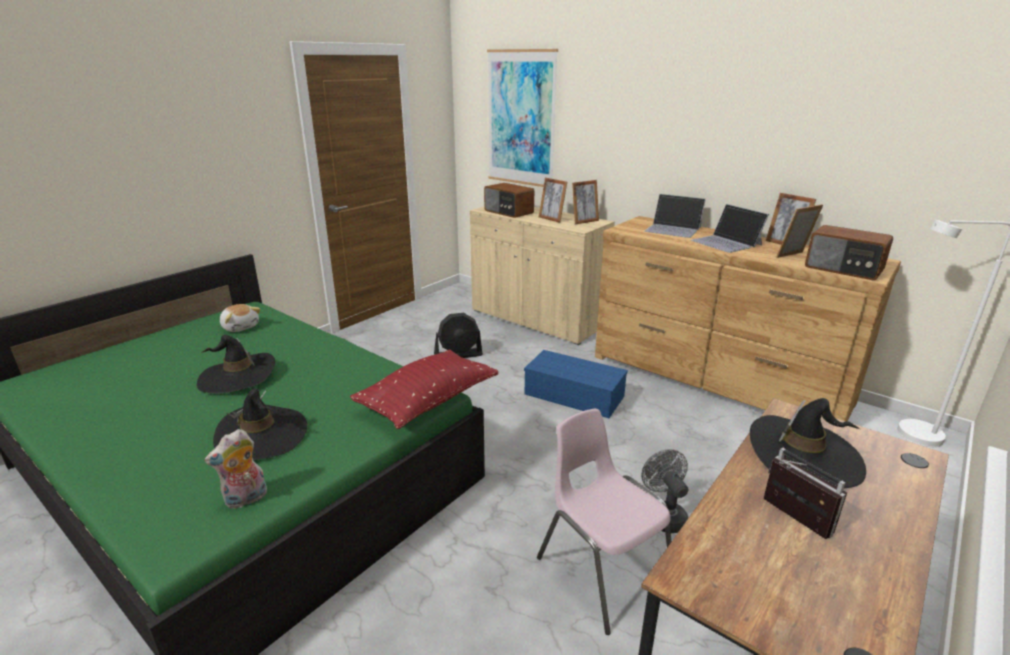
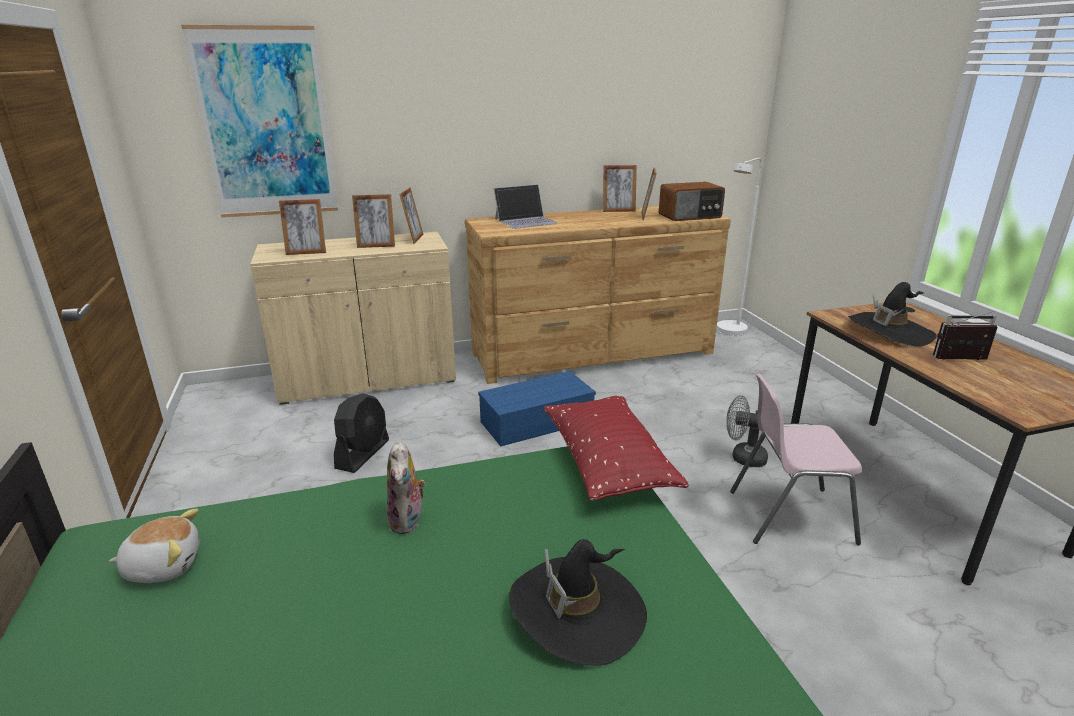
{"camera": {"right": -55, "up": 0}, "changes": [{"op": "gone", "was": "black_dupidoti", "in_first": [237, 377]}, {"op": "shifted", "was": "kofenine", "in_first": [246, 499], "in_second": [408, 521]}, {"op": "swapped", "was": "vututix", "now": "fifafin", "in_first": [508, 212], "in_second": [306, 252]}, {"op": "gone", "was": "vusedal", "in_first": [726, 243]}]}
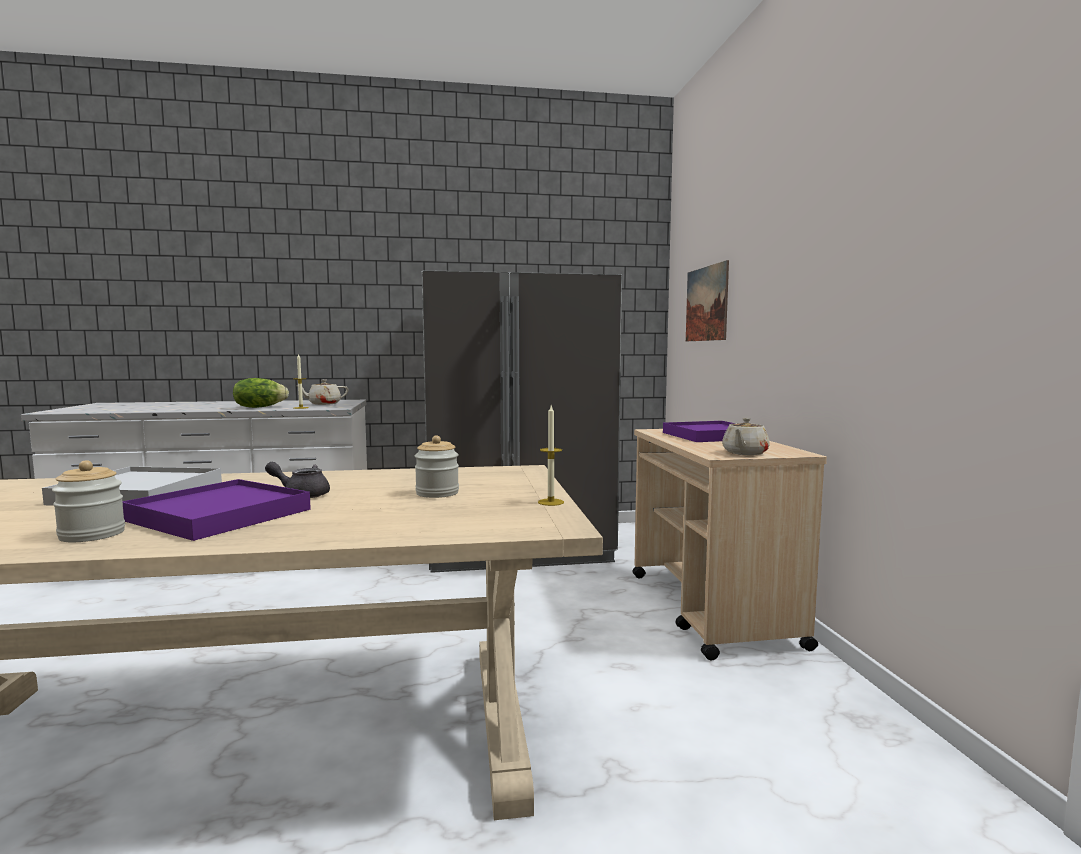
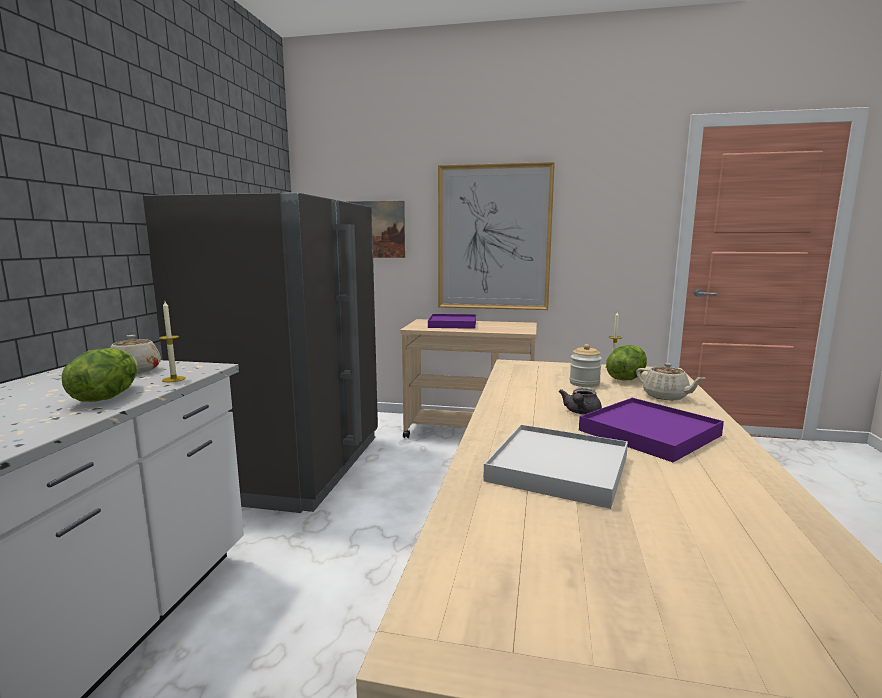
{"camera": {"right": -70, "up": 5}, "changes": [{"op": "gone", "was": "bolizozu", "in_first": [92, 535]}, {"op": "shifted", "was": "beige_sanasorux", "in_first": [744, 453], "in_second": [666, 396]}, {"op": "new", "now": "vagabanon", "in_second": [493, 238]}, {"op": "new", "now": "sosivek", "in_second": [625, 378]}]}
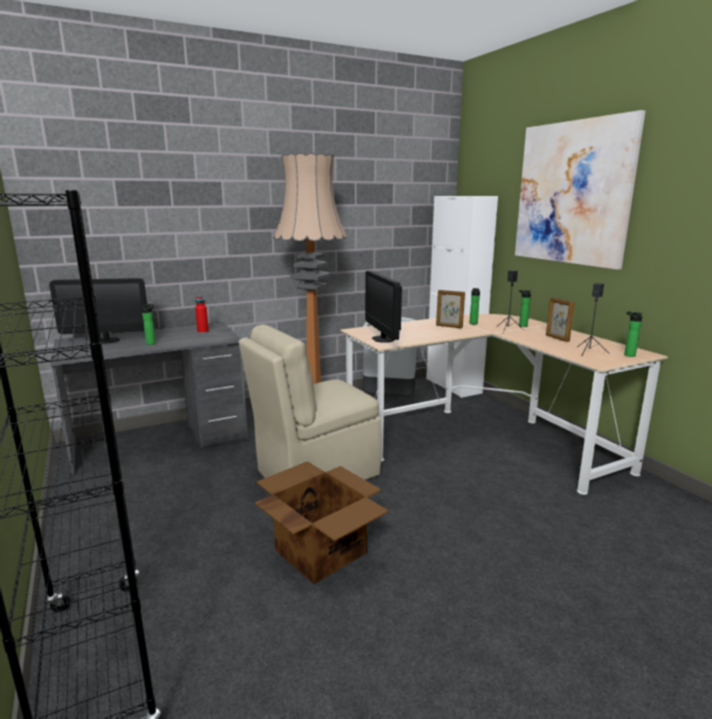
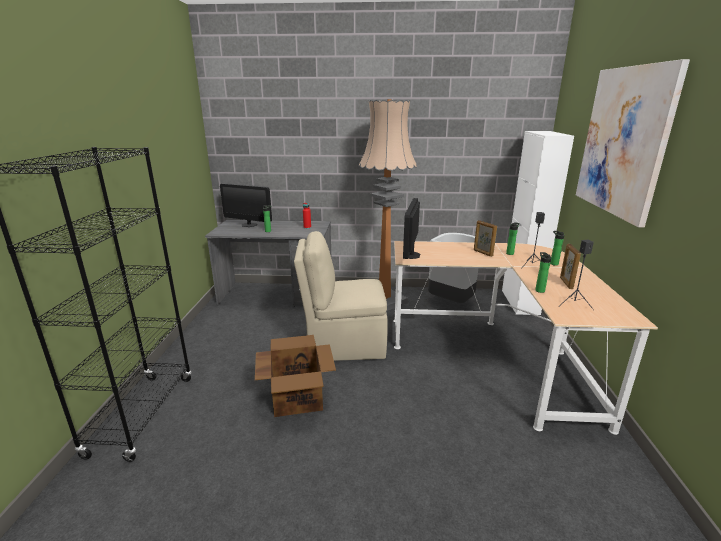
{"camera": {"right": 30, "up": 5}, "changes": [{"op": "shifted", "was": "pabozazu", "in_first": [628, 355], "in_second": [539, 290]}]}
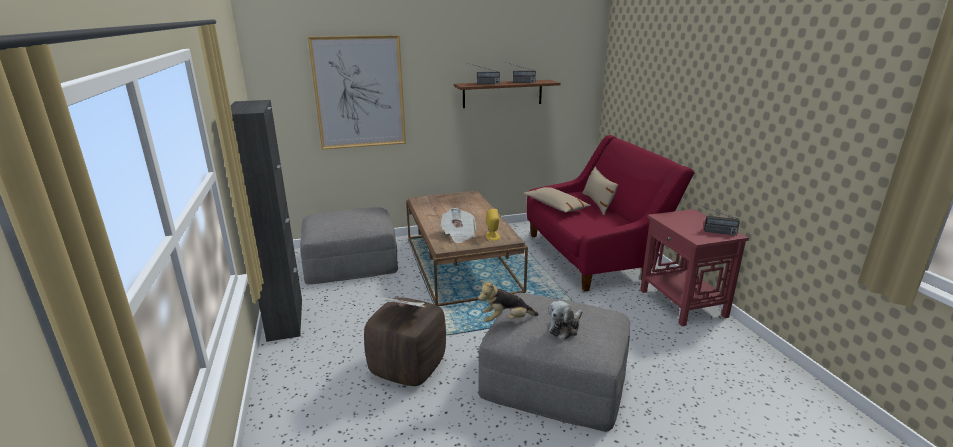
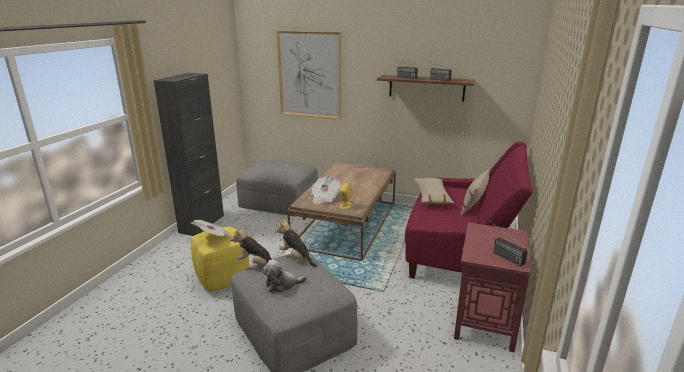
{"camera": {"right": 35, "up": 0}, "changes": [{"op": "repainted", "was": "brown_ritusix", "now": "yellow_ritusix", "in_first": [409, 368], "in_second": [223, 279]}, {"op": "new", "now": "kofenine", "in_second": [296, 257]}]}
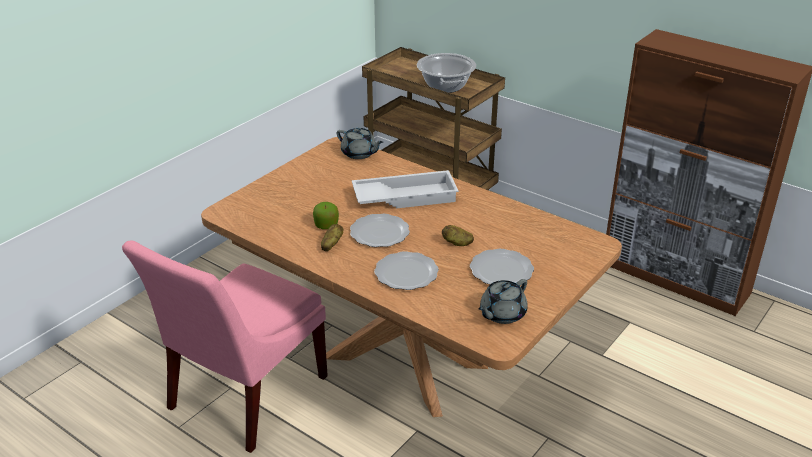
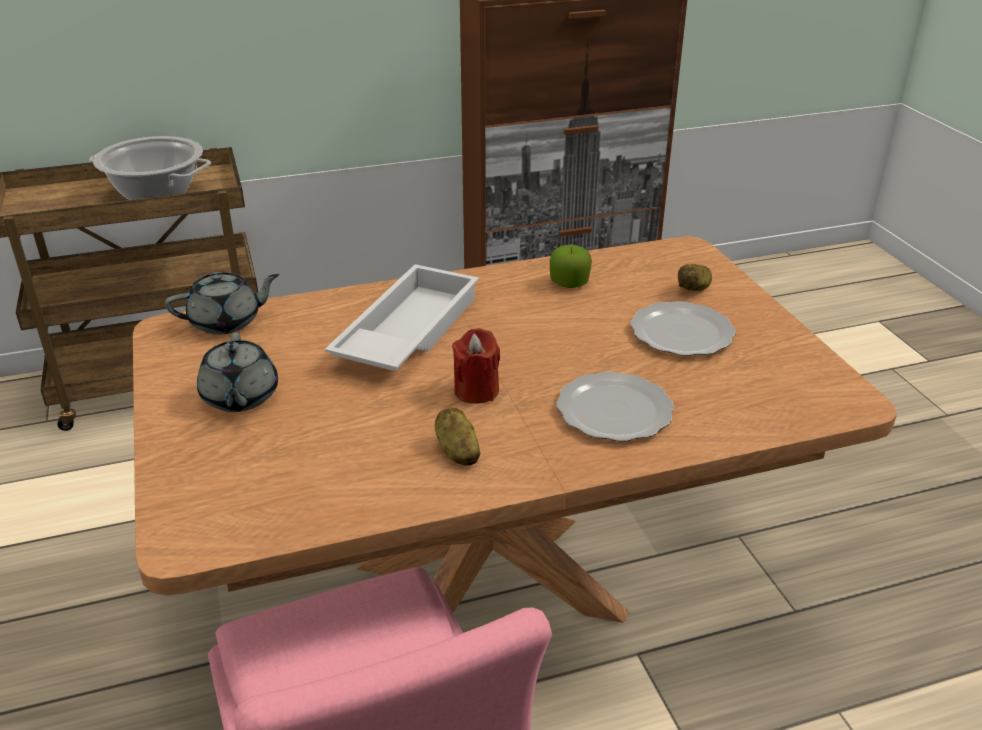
{"camera": {"right": -55, "up": 0}, "changes": [{"op": "shifted", "was": "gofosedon", "in_first": [326, 225], "in_second": [569, 283]}, {"op": "swapped", "was": "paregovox", "now": "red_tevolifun", "in_first": [380, 232], "in_second": [476, 391]}, {"op": "shifted", "was": "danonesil", "in_first": [457, 243], "in_second": [694, 289]}, {"op": "shifted", "was": "grey_sanasorux", "in_first": [502, 314], "in_second": [240, 397]}]}
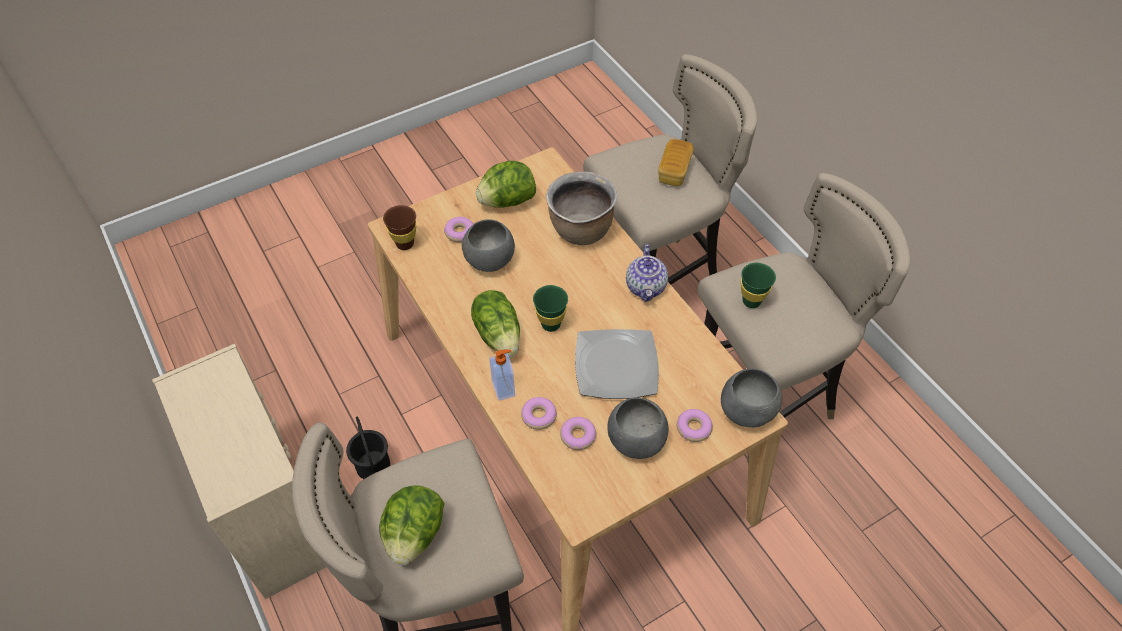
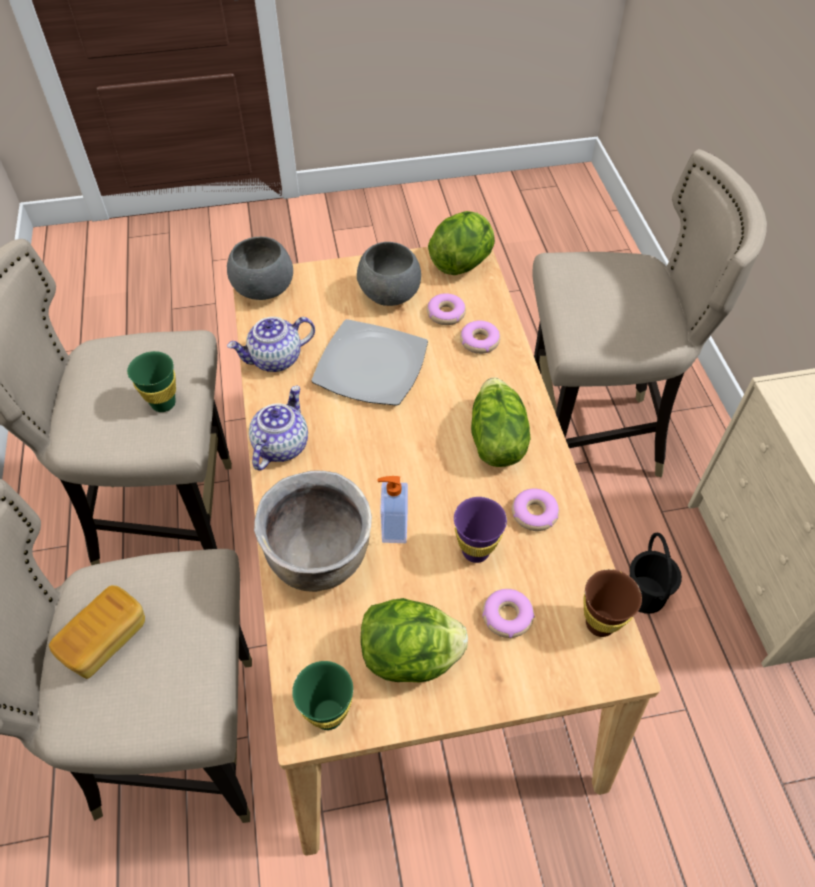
{"camera": {"right": -160, "up": 0}, "changes": [{"op": "shifted", "was": "sosivek", "in_first": [414, 534], "in_second": [462, 262]}, {"op": "swapped", "was": "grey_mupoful", "now": "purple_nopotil", "in_first": [489, 260], "in_second": [475, 551]}, {"op": "shifted", "was": "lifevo", "in_first": [504, 388], "in_second": [393, 528]}, {"op": "shifted", "was": "green_nopotil", "in_first": [551, 324], "in_second": [328, 714]}, {"op": "shifted", "was": "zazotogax", "in_first": [693, 428], "in_second": [534, 513]}, {"op": "new", "now": "sanasorux", "in_second": [275, 359]}]}
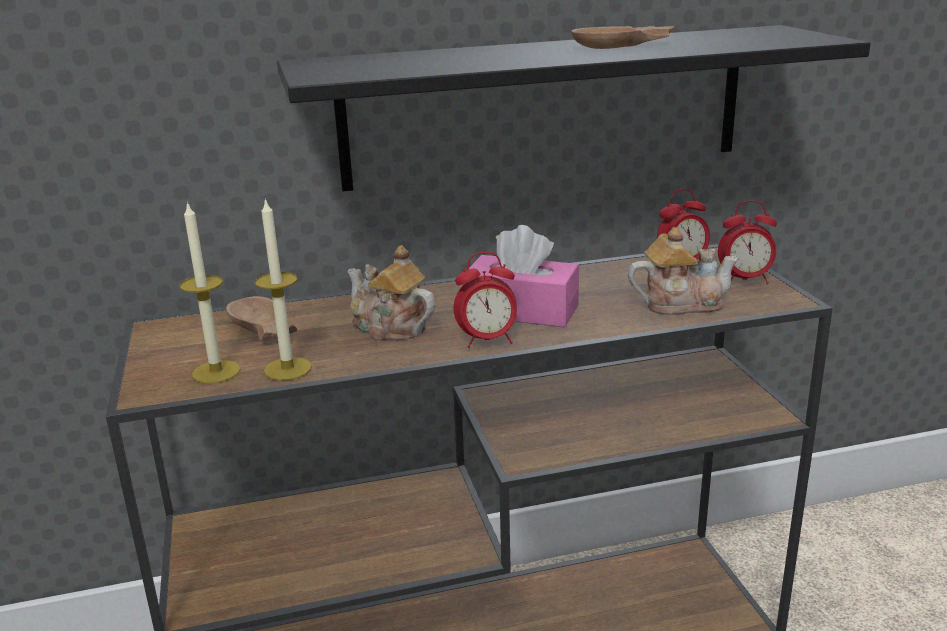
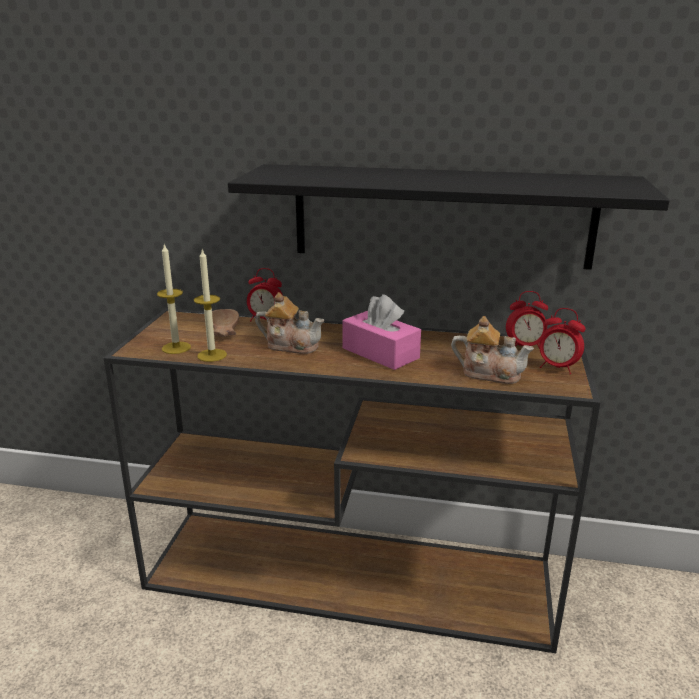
{"camera": {"right": 25, "up": 0}, "changes": [{"op": "rotated", "was": "sanasorux", "in_first": [390, 328], "in_second": [291, 345], "clockwise": 135}, {"op": "shifted", "was": "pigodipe", "in_first": [487, 341], "in_second": [265, 320]}, {"op": "gone", "was": "brown_mupoful", "in_first": [624, 46]}]}
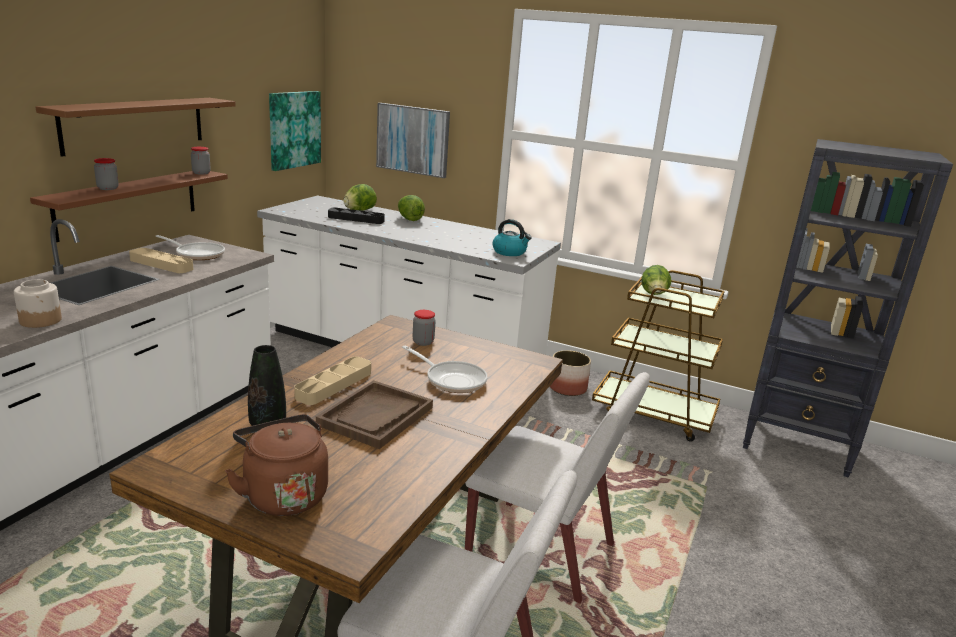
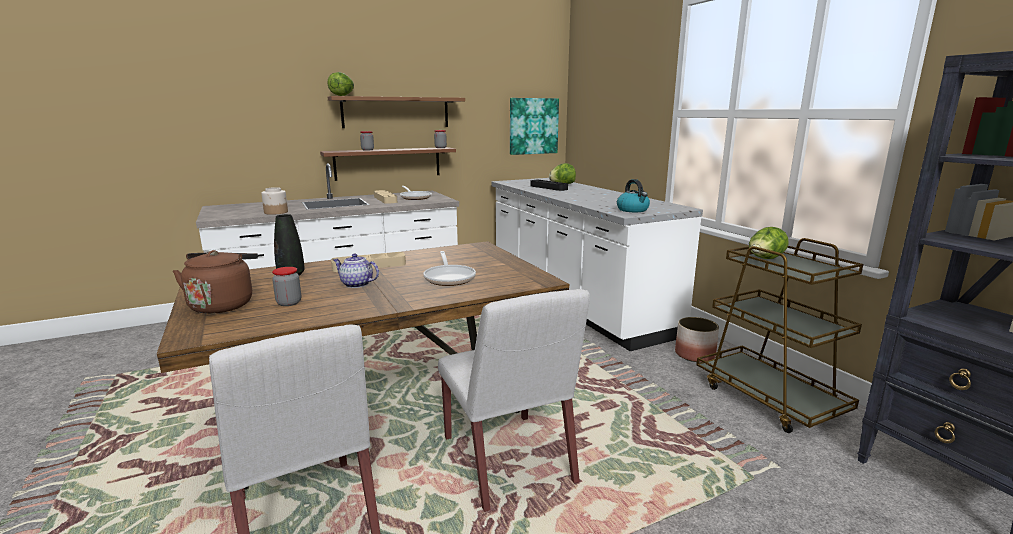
{"camera": {"right": 40, "up": -5}, "changes": [{"op": "swapped", "was": "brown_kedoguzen", "now": "sanasorux", "in_first": [376, 416], "in_second": [356, 284]}, {"op": "gone", "was": "vagabanon", "in_first": [413, 140]}, {"op": "shifted", "was": "sosivek", "in_first": [409, 219], "in_second": [342, 96]}, {"op": "shifted", "was": "bolizozu", "in_first": [423, 342], "in_second": [289, 303]}]}
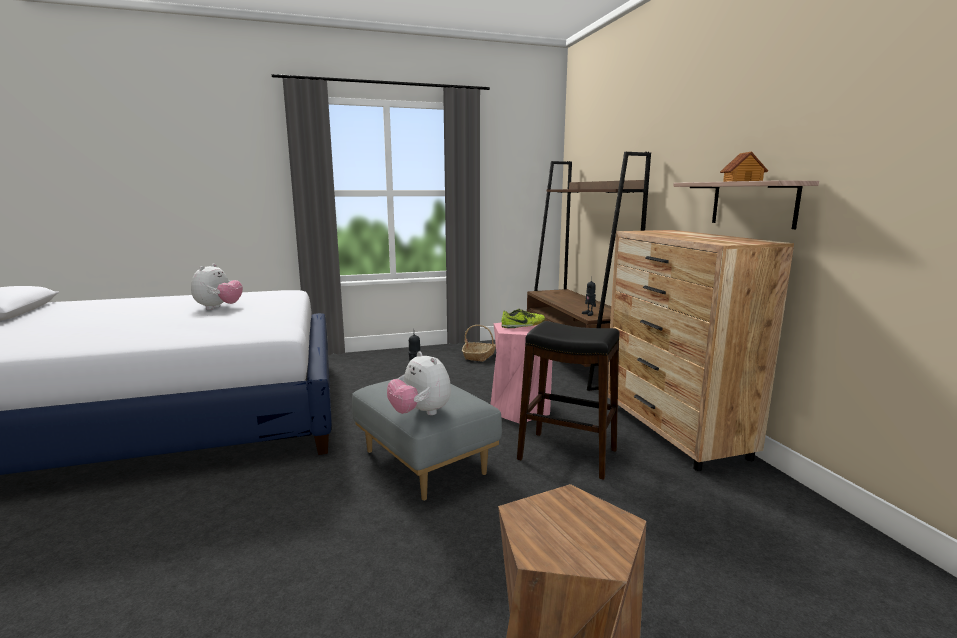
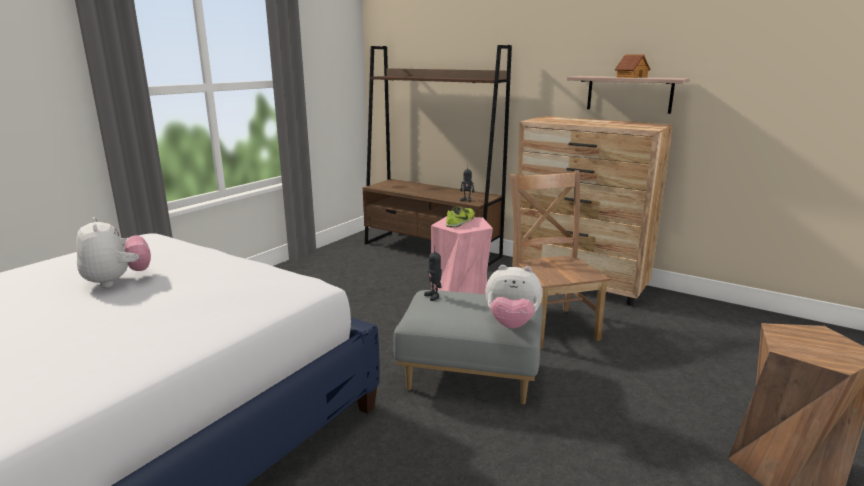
{"camera": {"right": -40, "up": 5}, "changes": [{"op": "gone", "was": "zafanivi", "in_first": [479, 356]}, {"op": "swapped", "was": "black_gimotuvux", "now": "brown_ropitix", "in_first": [568, 454], "in_second": [551, 325]}]}
